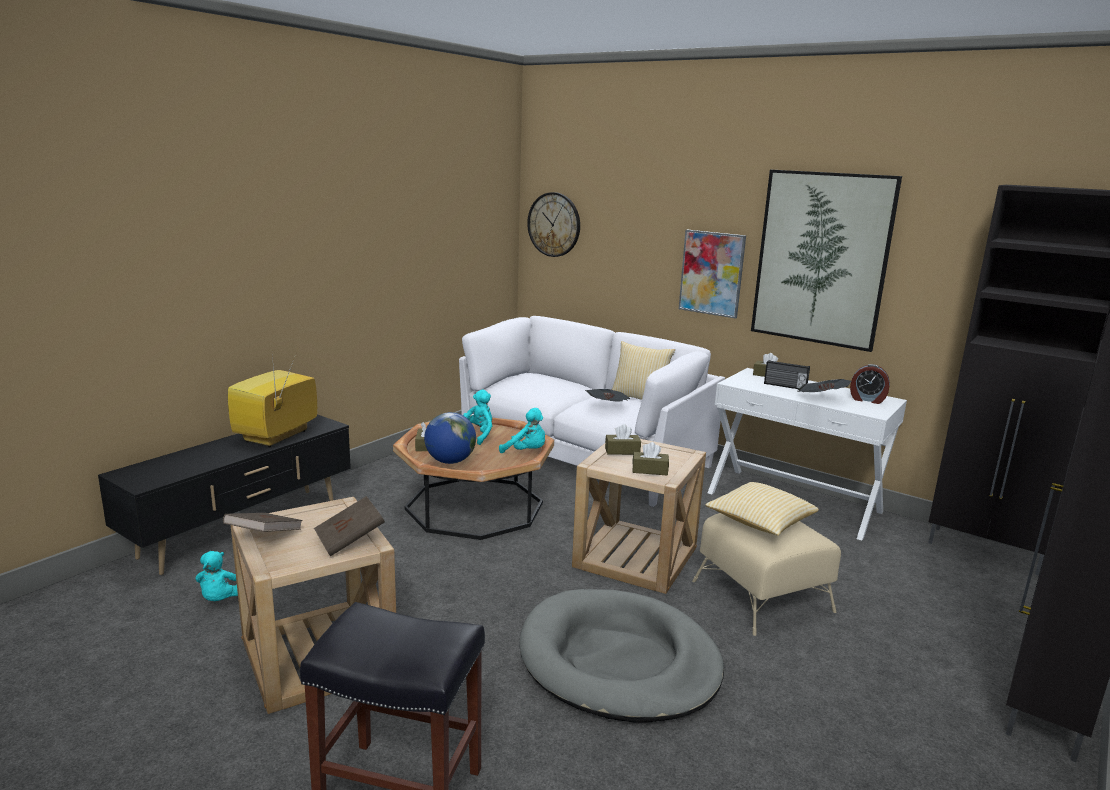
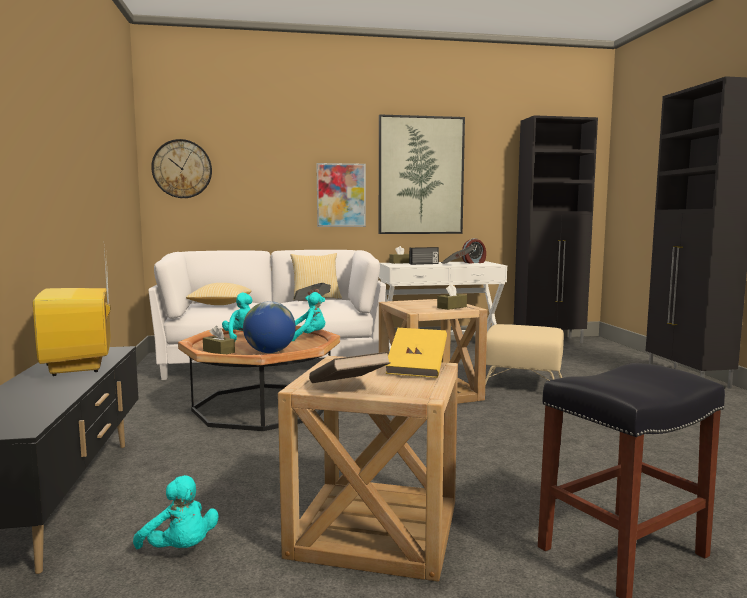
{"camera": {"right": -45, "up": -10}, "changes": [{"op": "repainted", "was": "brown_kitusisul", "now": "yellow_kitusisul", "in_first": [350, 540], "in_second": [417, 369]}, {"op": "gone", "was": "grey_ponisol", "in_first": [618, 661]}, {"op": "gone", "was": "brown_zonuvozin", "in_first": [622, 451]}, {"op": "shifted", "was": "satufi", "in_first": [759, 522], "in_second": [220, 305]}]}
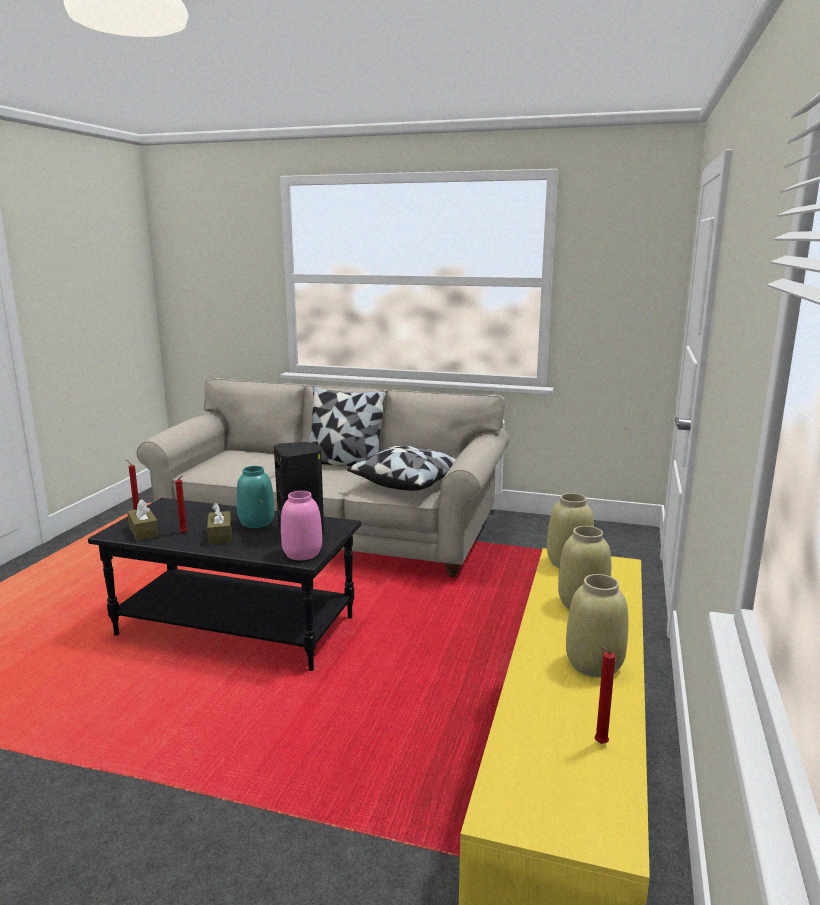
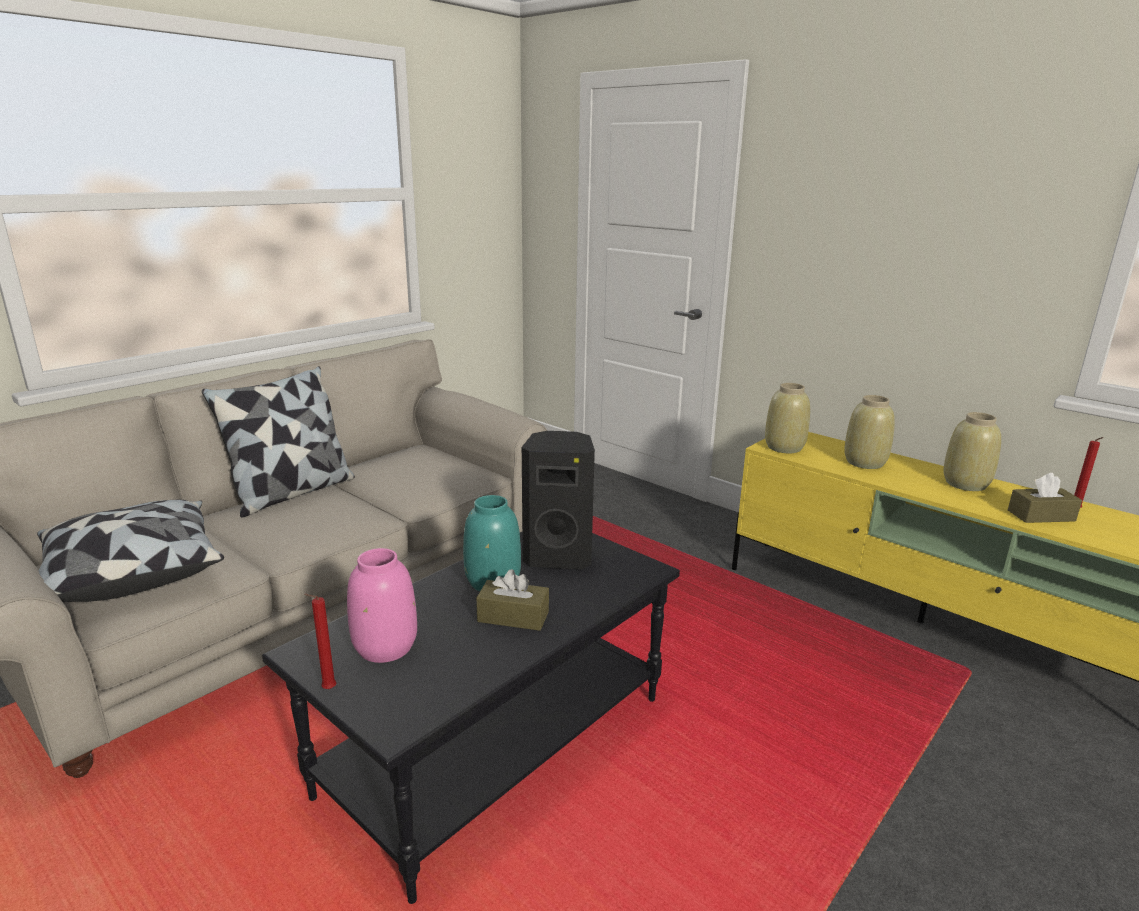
{"camera": {"right": -65, "up": 5}, "changes": [{"op": "shifted", "was": "brown_zonuvozin", "in_first": [143, 531], "in_second": [1041, 515]}, {"op": "gone", "was": "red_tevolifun", "in_first": [184, 533]}, {"op": "shifted", "was": "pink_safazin", "in_first": [302, 554], "in_second": [386, 647]}, {"op": "shifted", "was": "satufi", "in_first": [408, 482], "in_second": [132, 572]}]}
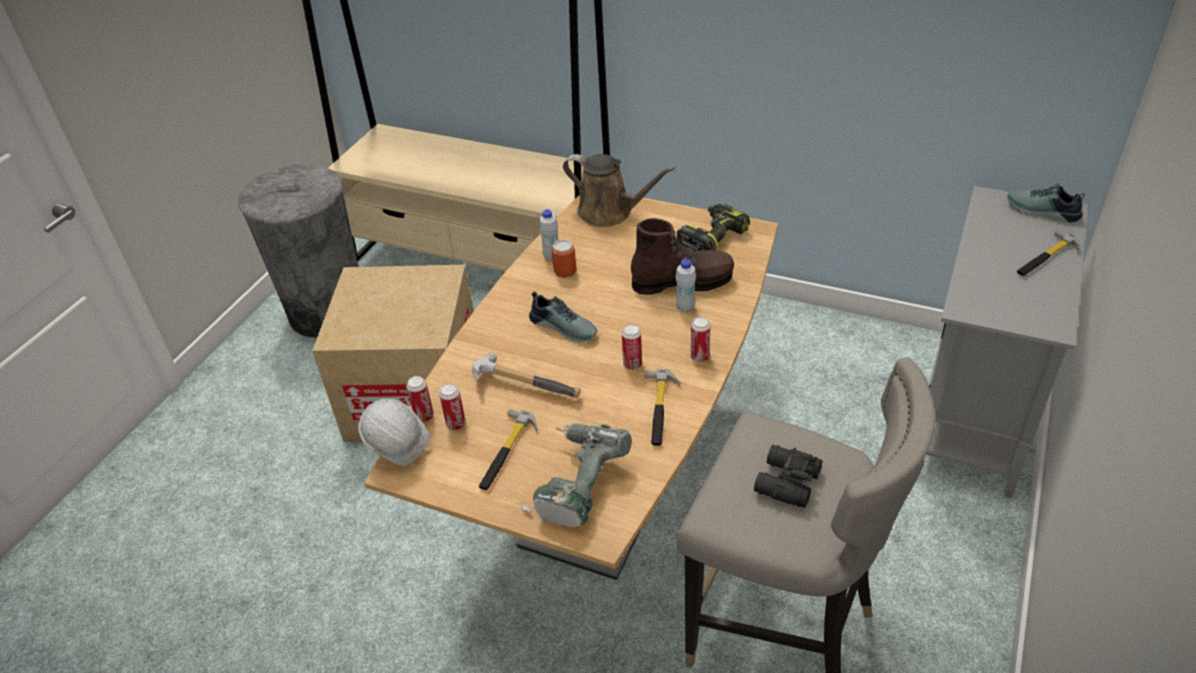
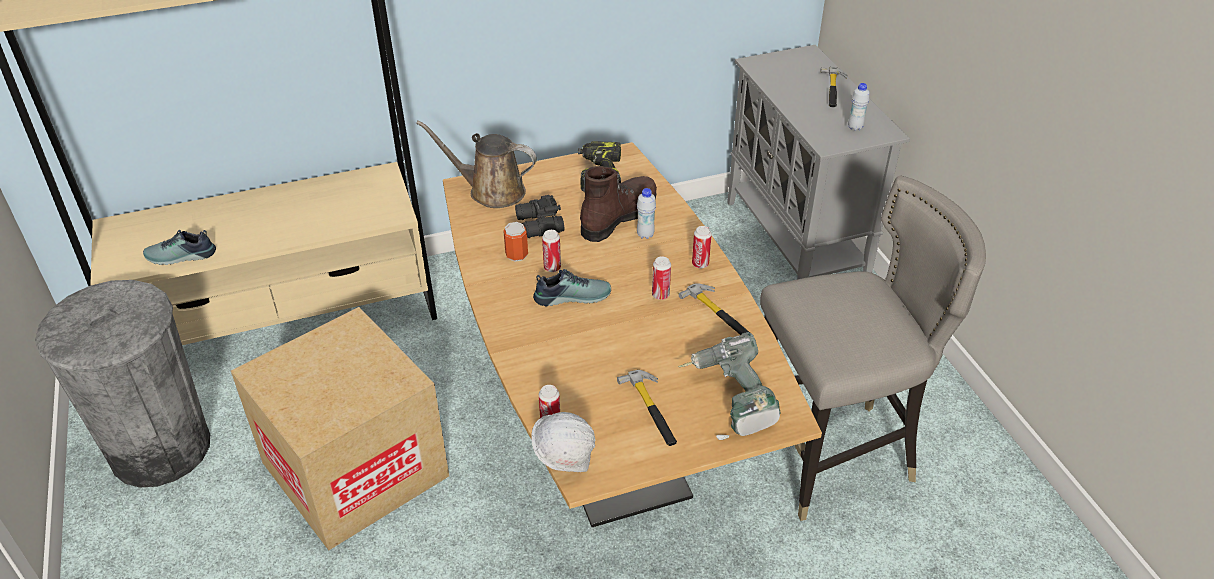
{"camera": {"right": -45, "up": 0}, "changes": [{"op": "shifted", "was": "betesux", "in_first": [456, 424], "in_second": [552, 268]}, {"op": "gone", "was": "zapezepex", "in_first": [524, 383]}, {"op": "shifted", "was": "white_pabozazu", "in_first": [551, 256], "in_second": [855, 127]}, {"op": "rotated", "was": "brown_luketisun", "in_first": [610, 212], "in_second": [491, 191], "clockwise": -150}, {"op": "shifted", "was": "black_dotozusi", "in_first": [785, 483], "in_second": [538, 225]}, {"op": "shifted", "was": "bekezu", "in_first": [1042, 211], "in_second": [181, 257]}]}
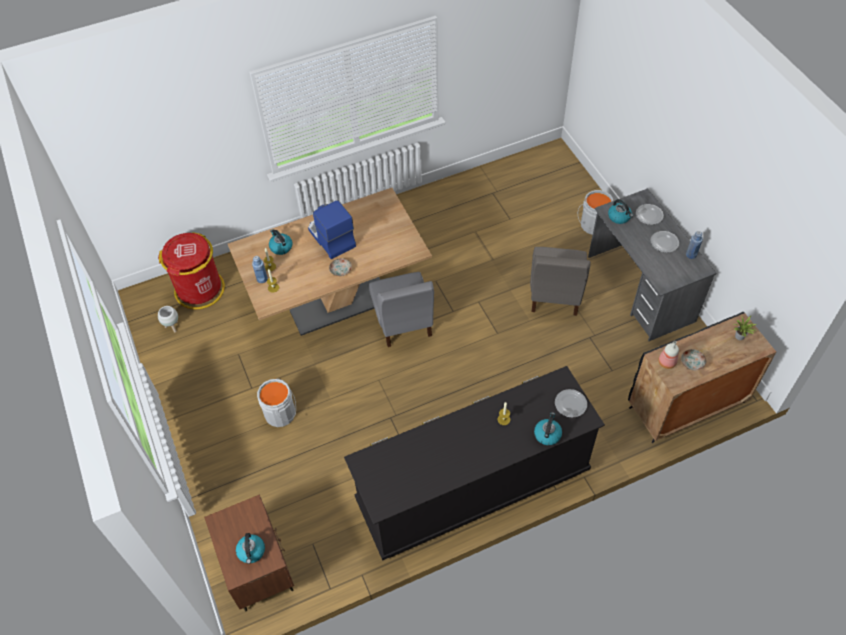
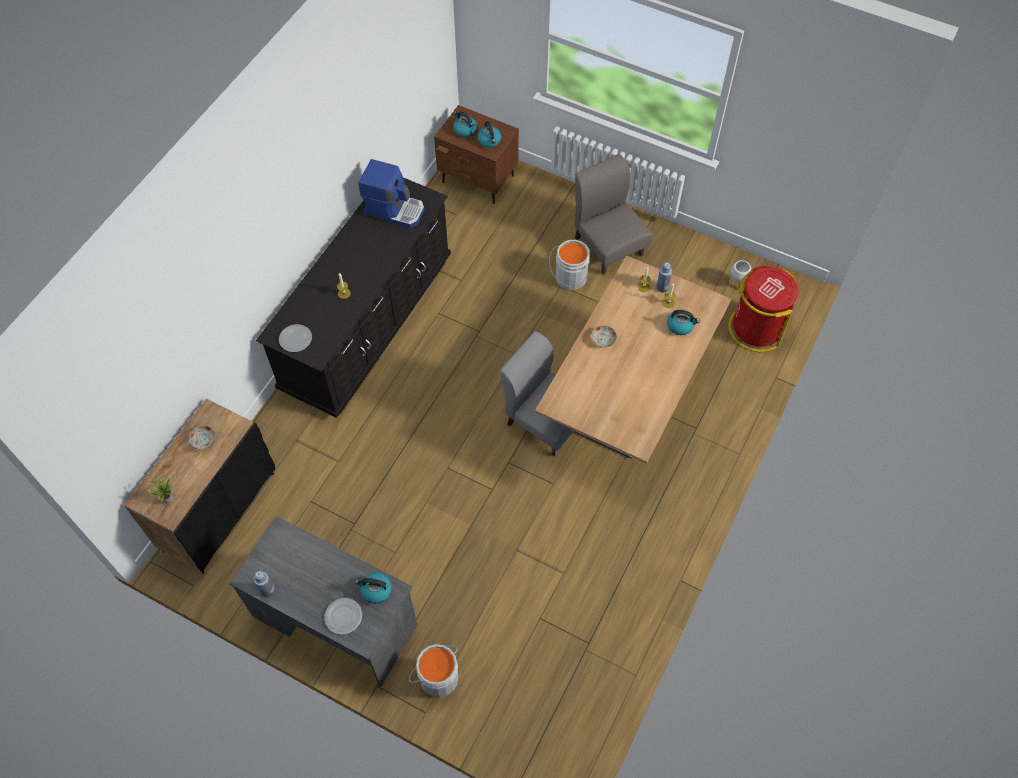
{"camera": {"right": 140, "up": 5}, "changes": [{"op": "shifted", "was": "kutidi", "in_first": [331, 238], "in_second": [394, 209]}, {"op": "shifted", "was": "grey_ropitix", "in_first": [555, 294], "in_second": [608, 245]}, {"op": "shifted", "was": "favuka", "in_first": [547, 434], "in_second": [489, 141]}, {"op": "gone", "was": "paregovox", "in_first": [664, 242]}, {"op": "gone", "was": "pabozazu", "in_first": [666, 362]}]}
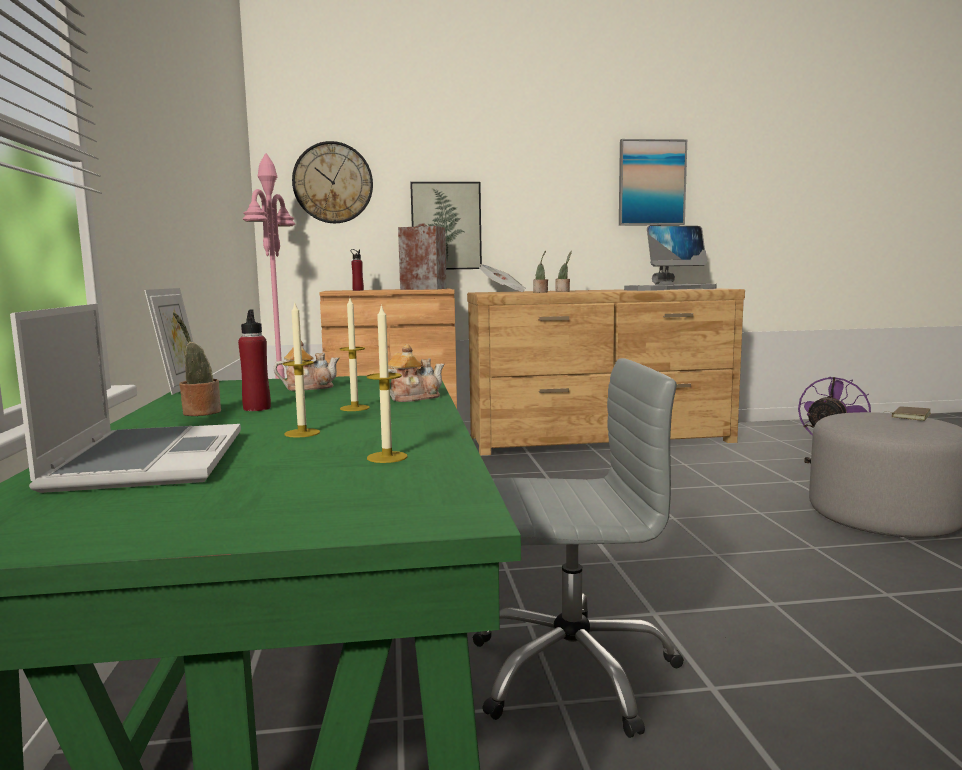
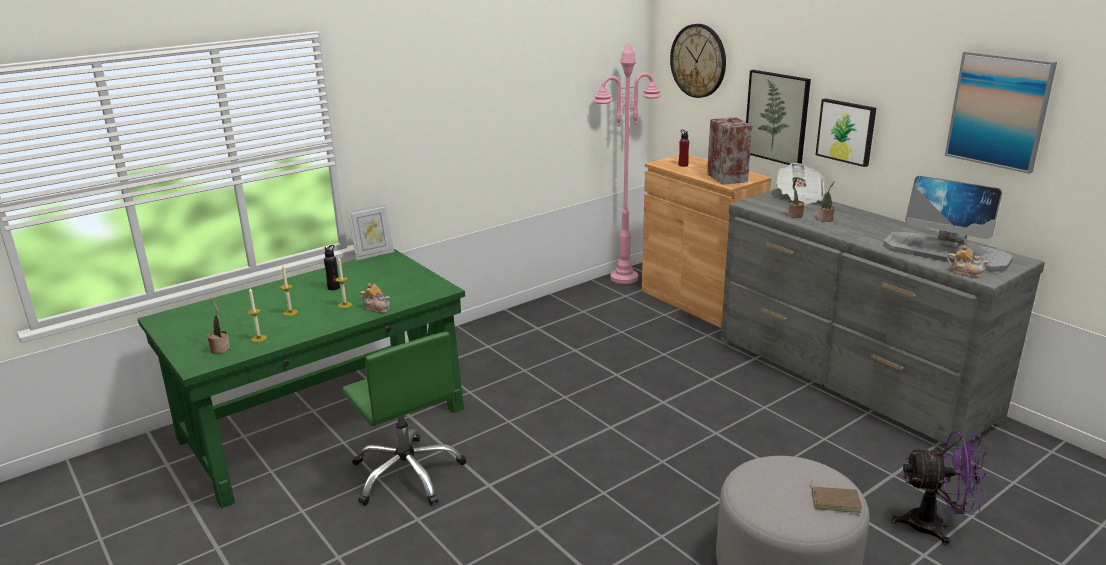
{"camera": {"right": 60, "up": 15}, "changes": [{"op": "gone", "was": "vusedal", "in_first": [147, 460]}, {"op": "shifted", "was": "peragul", "in_first": [199, 412], "in_second": [220, 348]}, {"op": "repainted", "was": "red_pabozazu", "now": "black_pabozazu", "in_first": [257, 408], "in_second": [334, 287]}, {"op": "shifted", "was": "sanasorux", "in_first": [308, 387], "in_second": [965, 272]}, {"op": "repainted", "was": "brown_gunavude", "now": "grey_gunavude", "in_first": [601, 439], "in_second": [849, 378]}, {"op": "repainted", "was": "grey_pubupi", "now": "green_pubupi", "in_first": [572, 670], "in_second": [407, 474]}, {"op": "new", "now": "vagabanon", "in_second": [846, 131]}]}
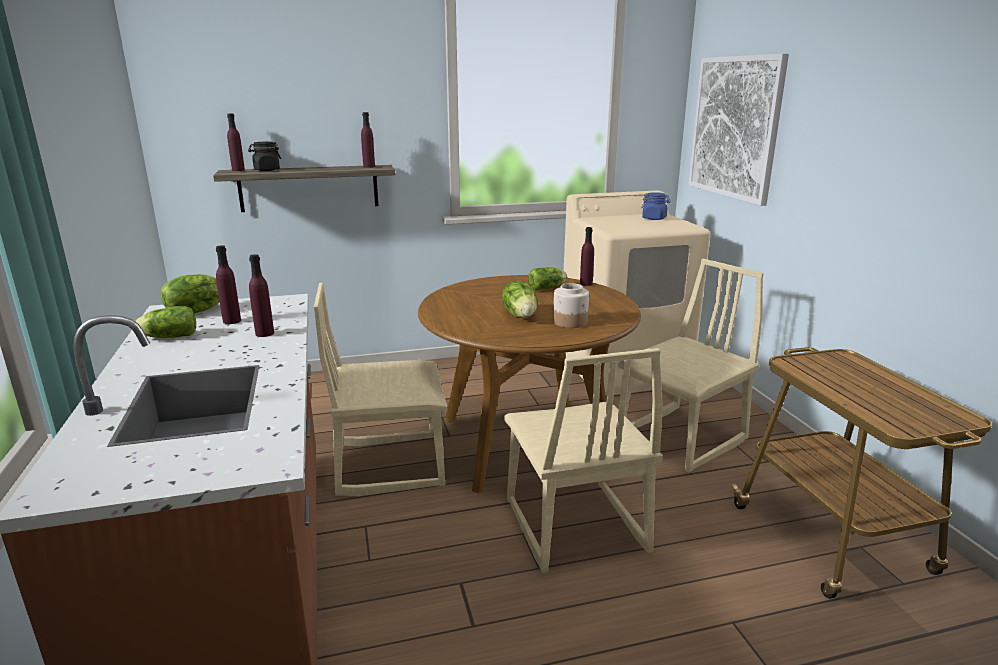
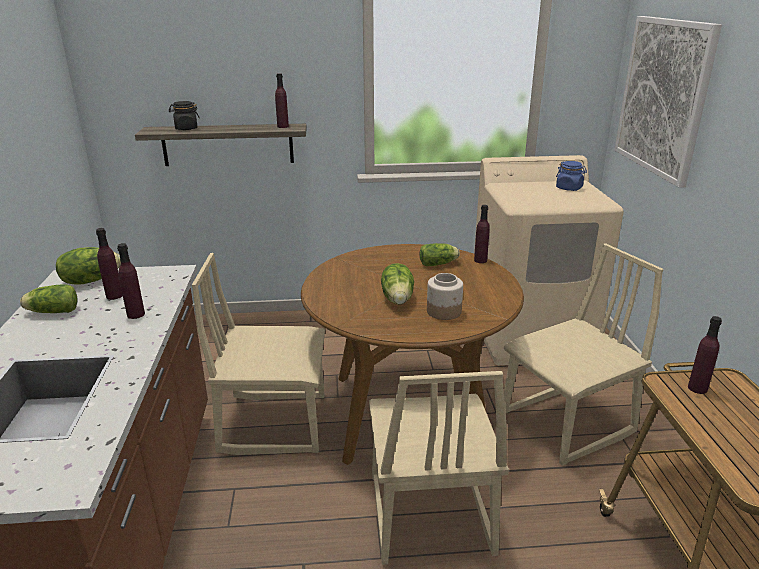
{"camera": {"right": 10, "up": 5}, "changes": [{"op": "shifted", "was": "purple_pabozazu", "in_first": [238, 170], "in_second": [697, 388]}]}
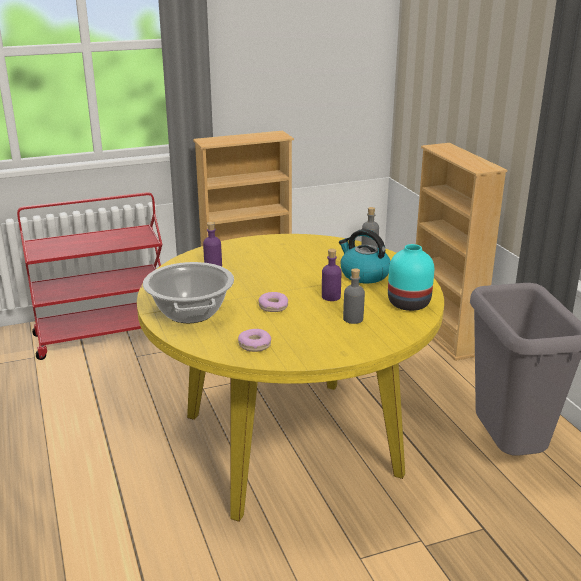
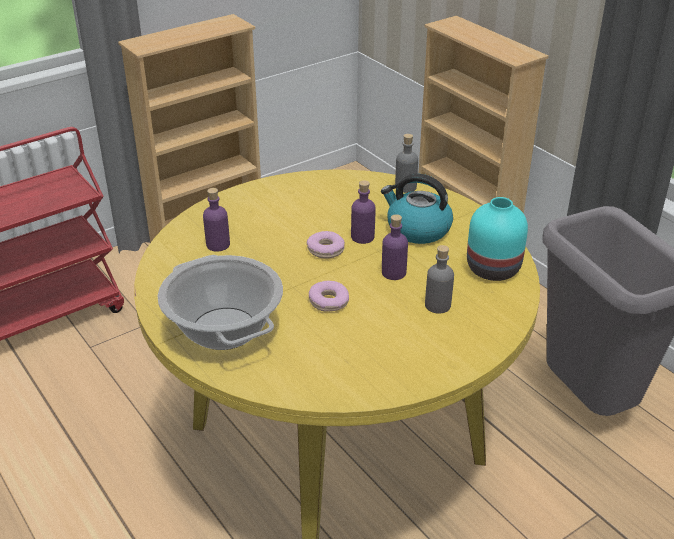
{"camera": {"right": -15, "up": 10}, "changes": [{"op": "shifted", "was": "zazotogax", "in_first": [254, 345], "in_second": [325, 250]}, {"op": "new", "now": "purple_pabozazu", "in_second": [362, 237]}]}
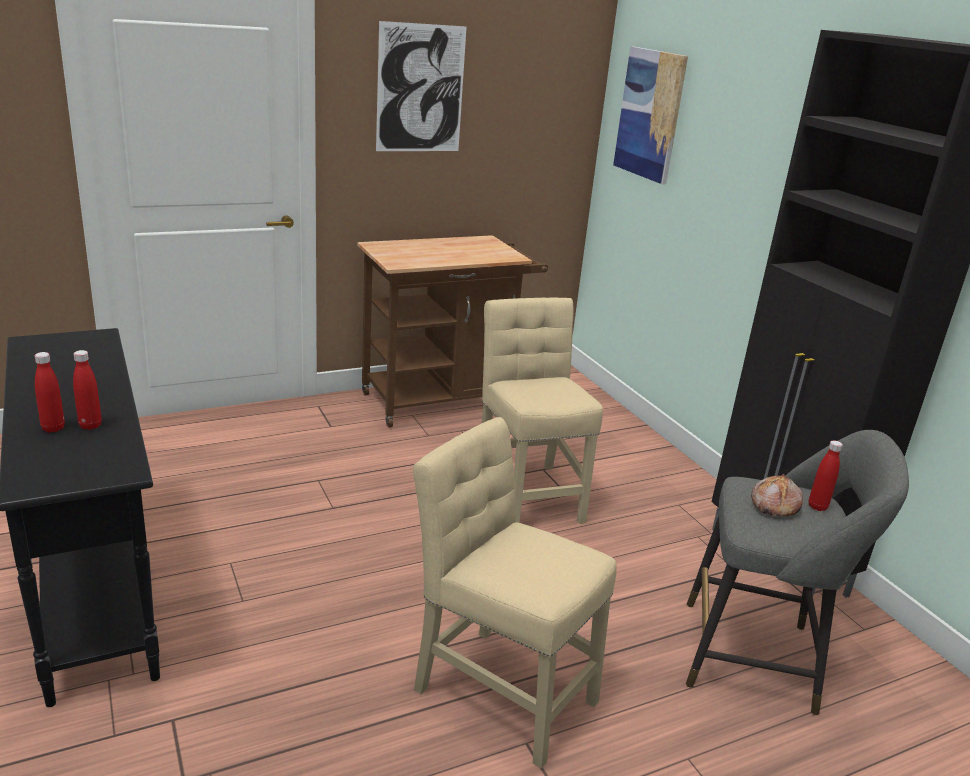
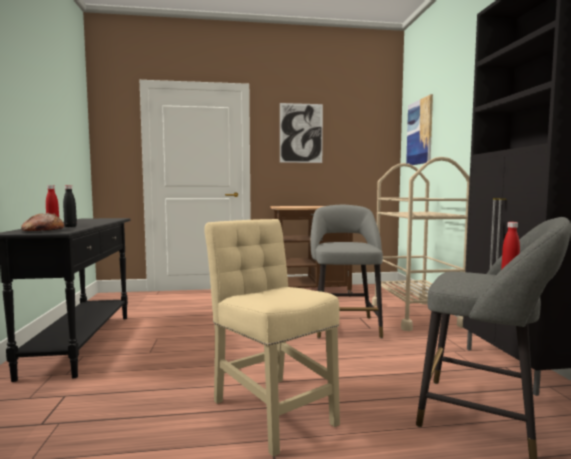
{"camera": {"right": 20, "up": -20}, "changes": [{"op": "repainted", "was": "red_pabozazu", "now": "black_pabozazu", "in_first": [90, 425], "in_second": [70, 226]}, {"op": "swapped", "was": "beige_ropitix", "now": "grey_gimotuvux", "in_first": [527, 492], "in_second": [344, 325]}, {"op": "shifted", "was": "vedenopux", "in_first": [774, 504], "in_second": [43, 231]}, {"op": "new", "now": "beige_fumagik", "in_second": [416, 315]}]}
